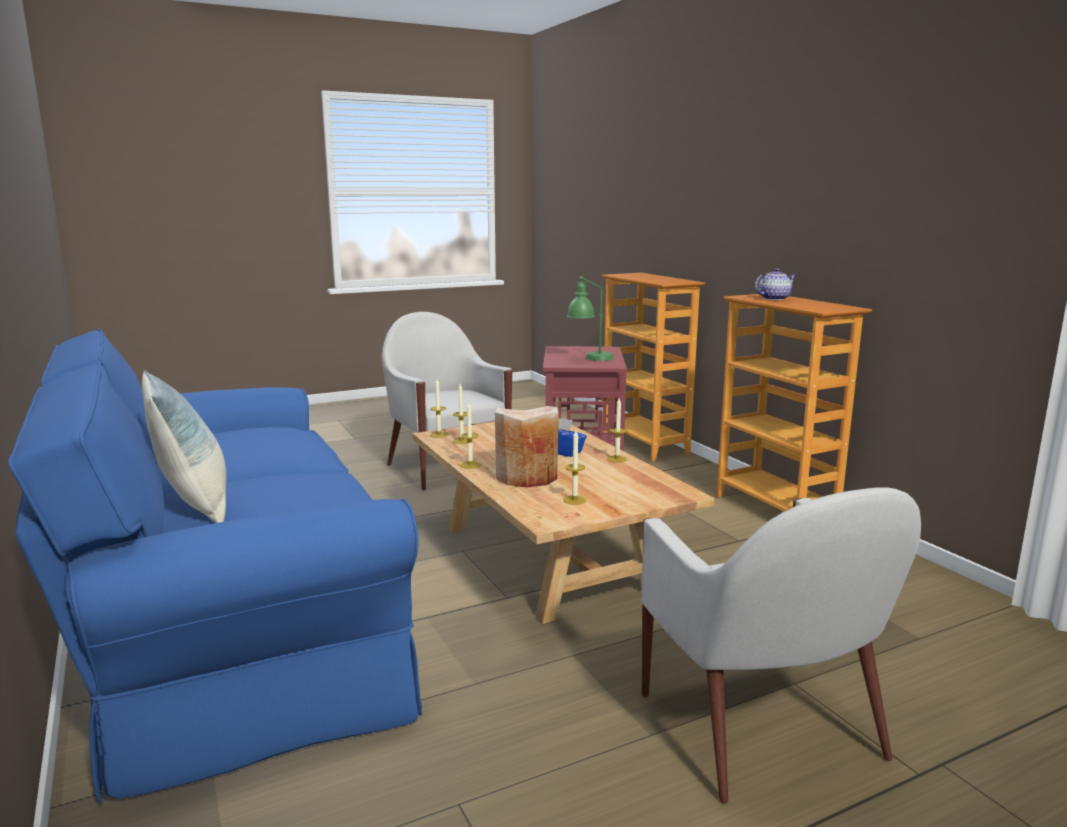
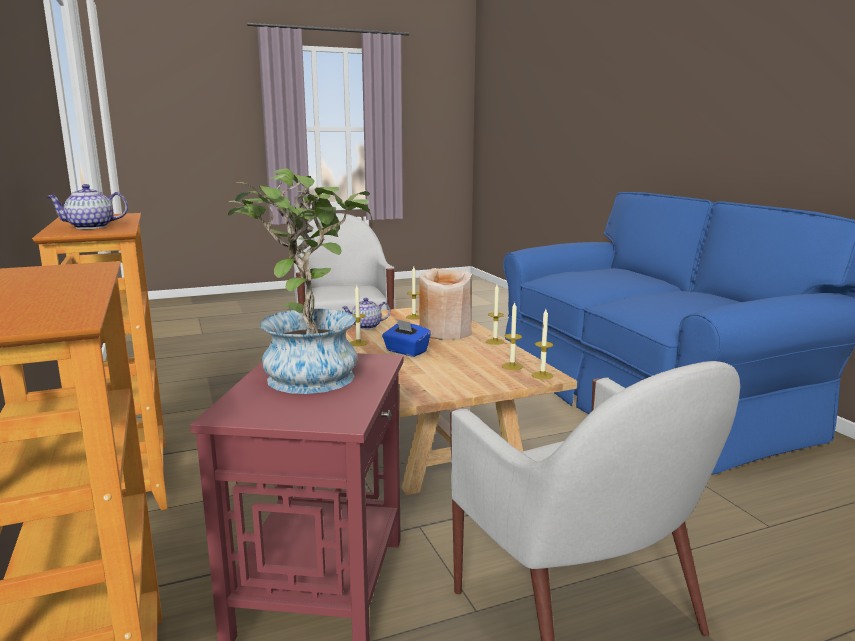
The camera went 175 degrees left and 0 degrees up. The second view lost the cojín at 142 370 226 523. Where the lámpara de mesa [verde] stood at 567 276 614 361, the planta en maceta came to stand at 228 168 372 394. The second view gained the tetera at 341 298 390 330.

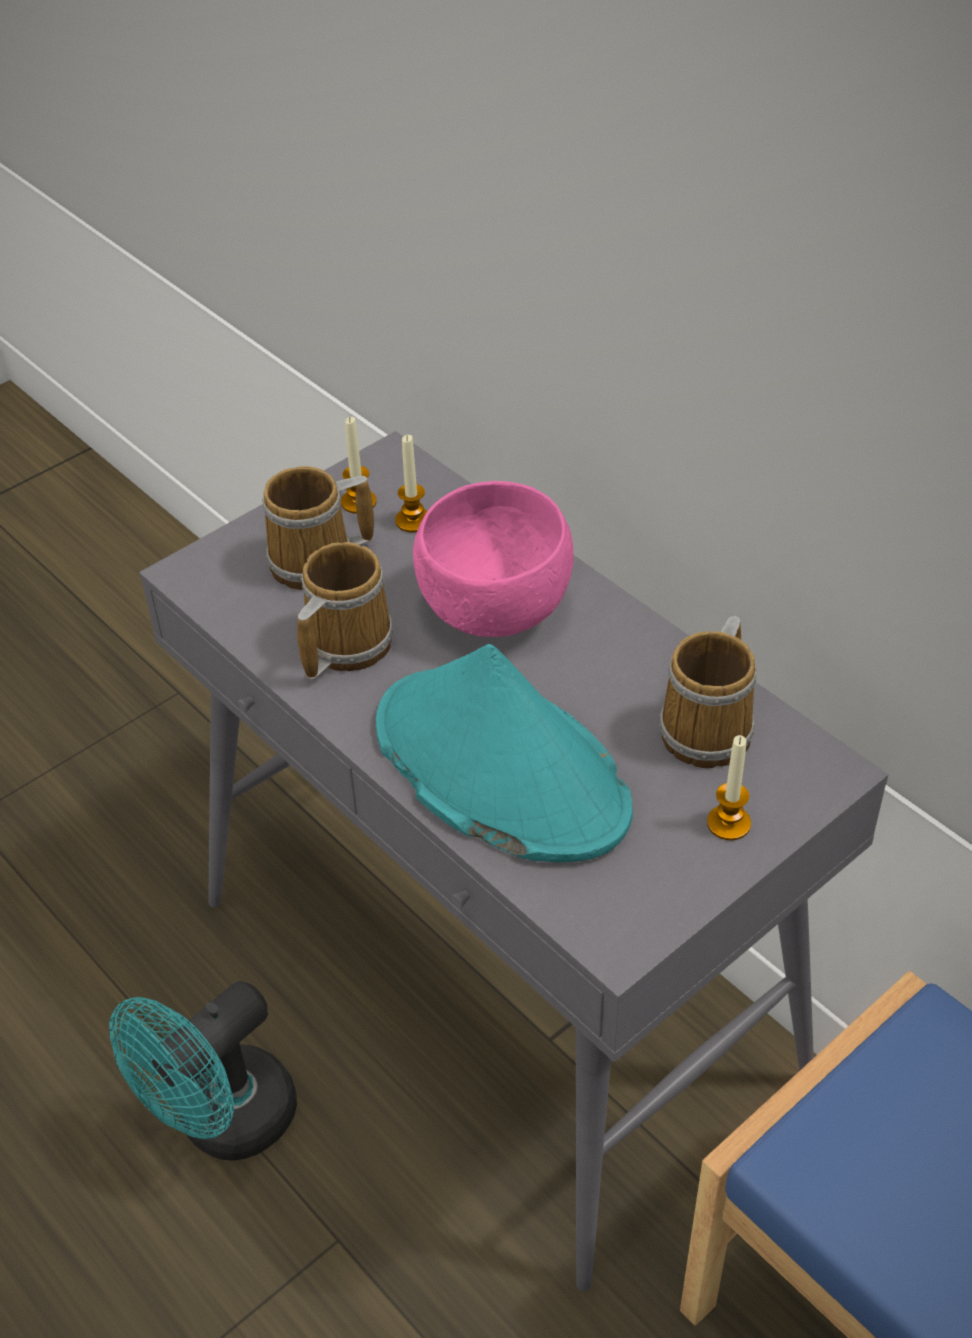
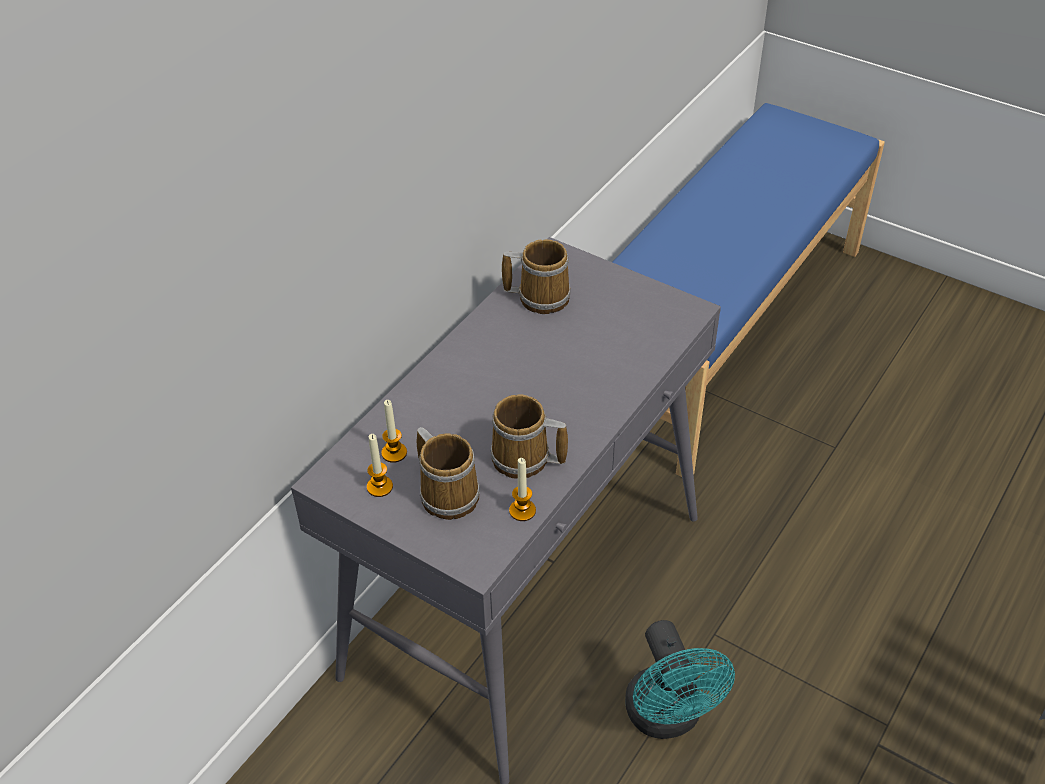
The camera went 105 degrees left and 0 degrees up. The ventilador [turquesa] at 109 981 297 1161 ended up facing another way, 45 degrees clockwise from before. The second view lost the sombrero [turquesa] at 376 644 633 863. The second view lost the cuenco [rosa] at 413 481 574 637. The vela ended up elsewhere, having gone from 707 735 751 840 to 509 458 536 521.

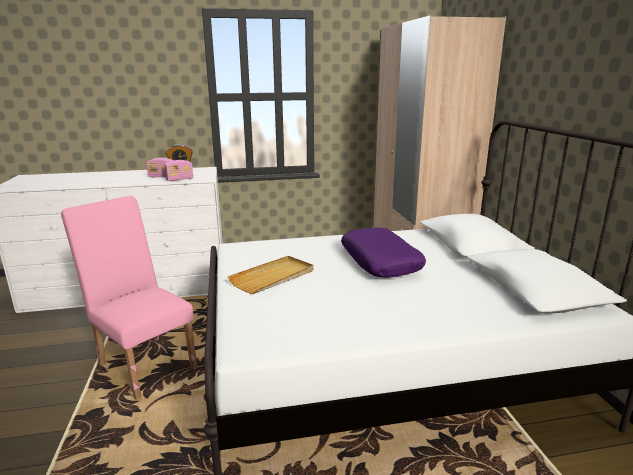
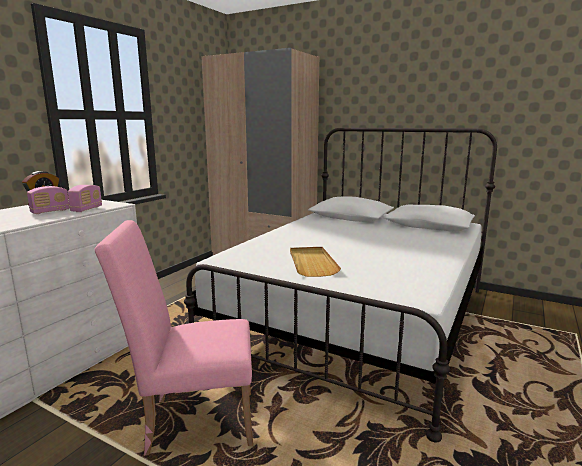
The camera went 50 degrees left and 5 degrees down. The second view lost the cojín [morado] at 341 227 426 278.

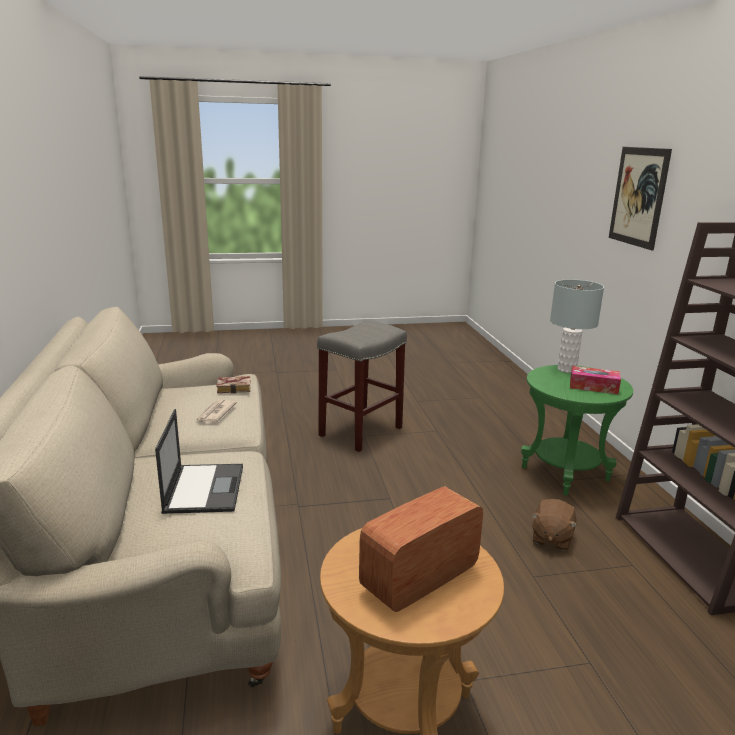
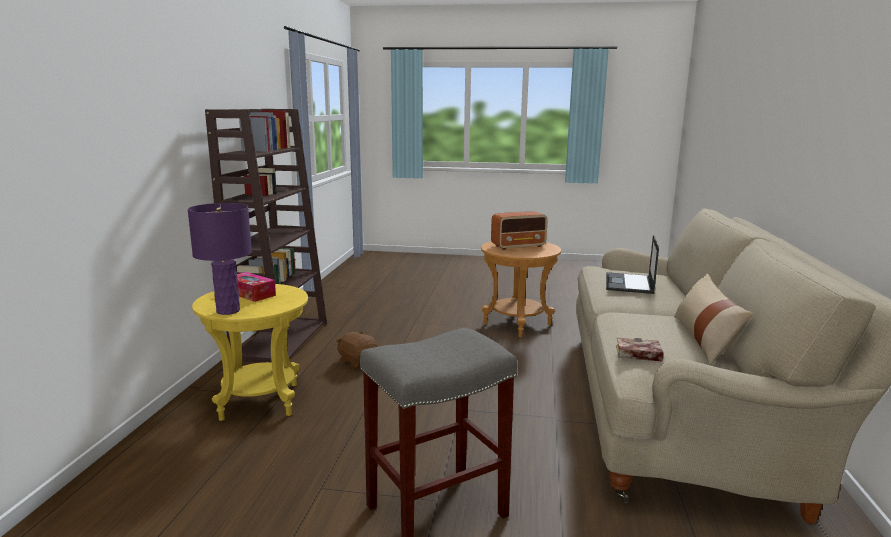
The camera went 160 degrees left and 5 degrees down. The second view lost the periódico at 195 400 237 423. What was the mesa auxiliar [verde] at 521 365 633 496 turned into the mesa auxiliar [amarillo] at 192 284 308 421. The peluche [marrón] at 531 499 578 551 ended up facing another way, 90 degrees counterclockwise from before. What was the lámpara de mesa [gris] at 550 279 604 373 turned into the lámpara de mesa [morado] at 187 203 252 315. The second view lost the cuadro at 609 147 672 250. The second view gained the cojín [beis] at 674 273 753 365.

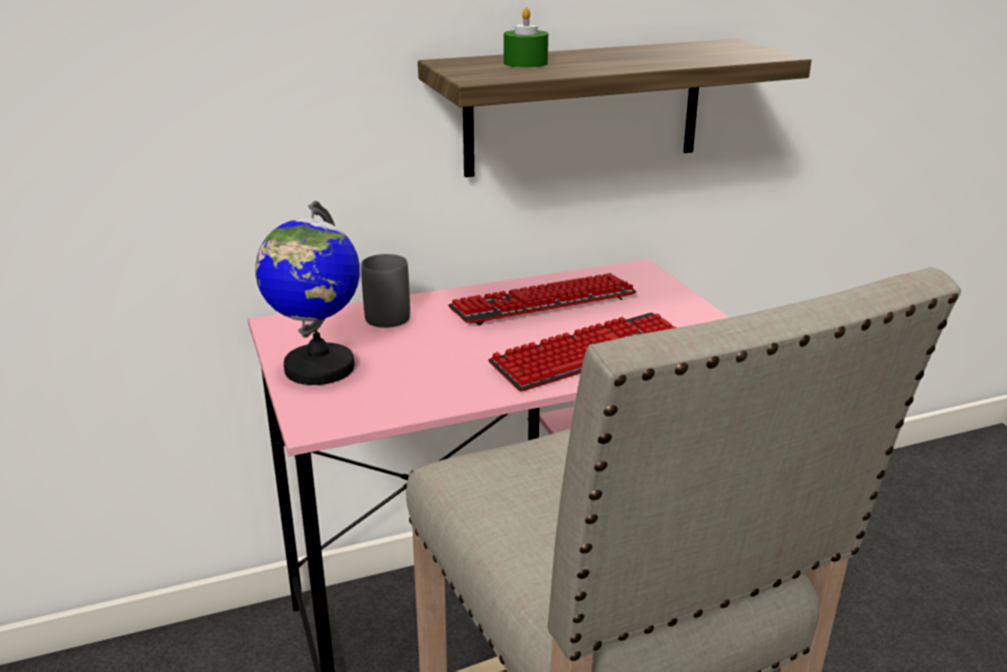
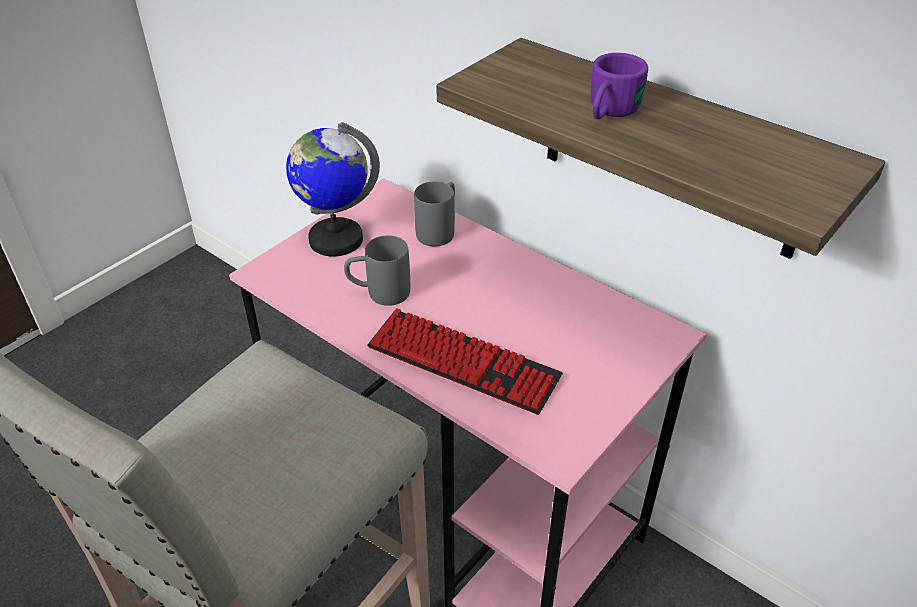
The camera went 60 degrees right and 15 degrees up. The second view lost the teclado at 448 273 637 325. The second view lost the vela [verde] at 504 7 548 68. The second view gained the taza grande [gris] at 344 235 410 306. The second view gained the taza grande [morado] at 591 53 648 119.

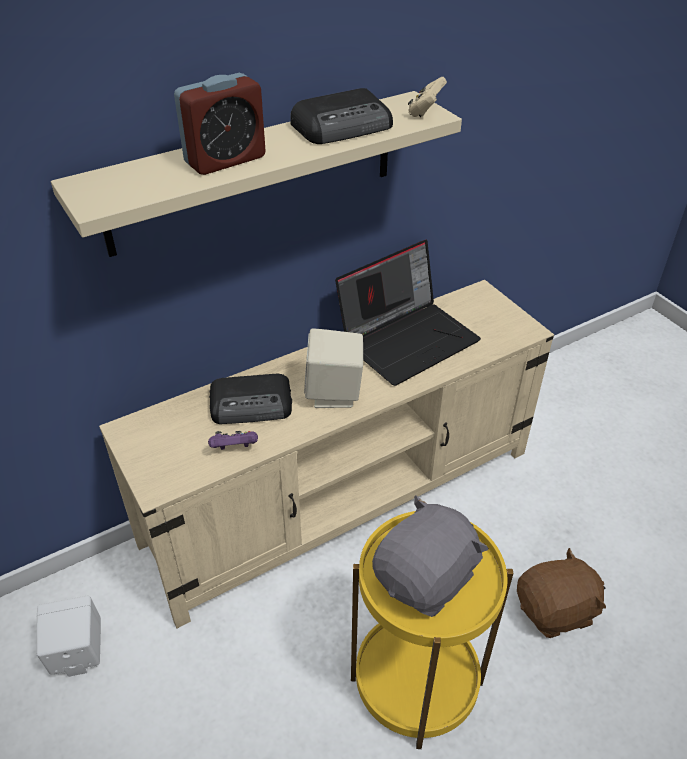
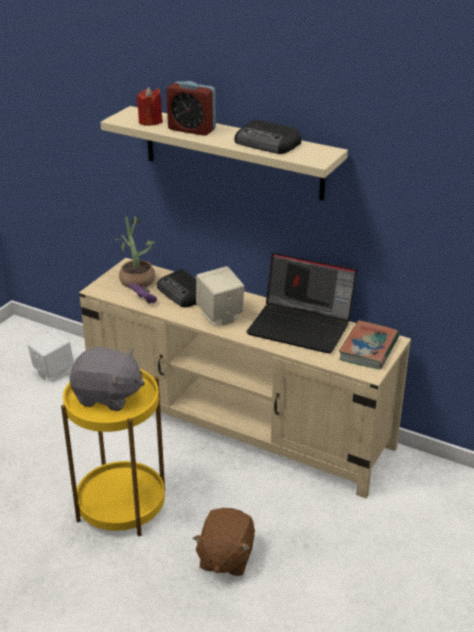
The camera went 60 degrees right and 10 degrees down. The second view lost the mando de consola [beis] at 408 77 447 117. The peluche [marrón] at 517 548 606 638 ended up facing another way, 60 degrees clockwise from before. The second view gained the planta en maceta at 114 217 156 288. The second view gained the vela [rojo] at 137 87 163 126. The second view gained the libro at 339 320 399 370.

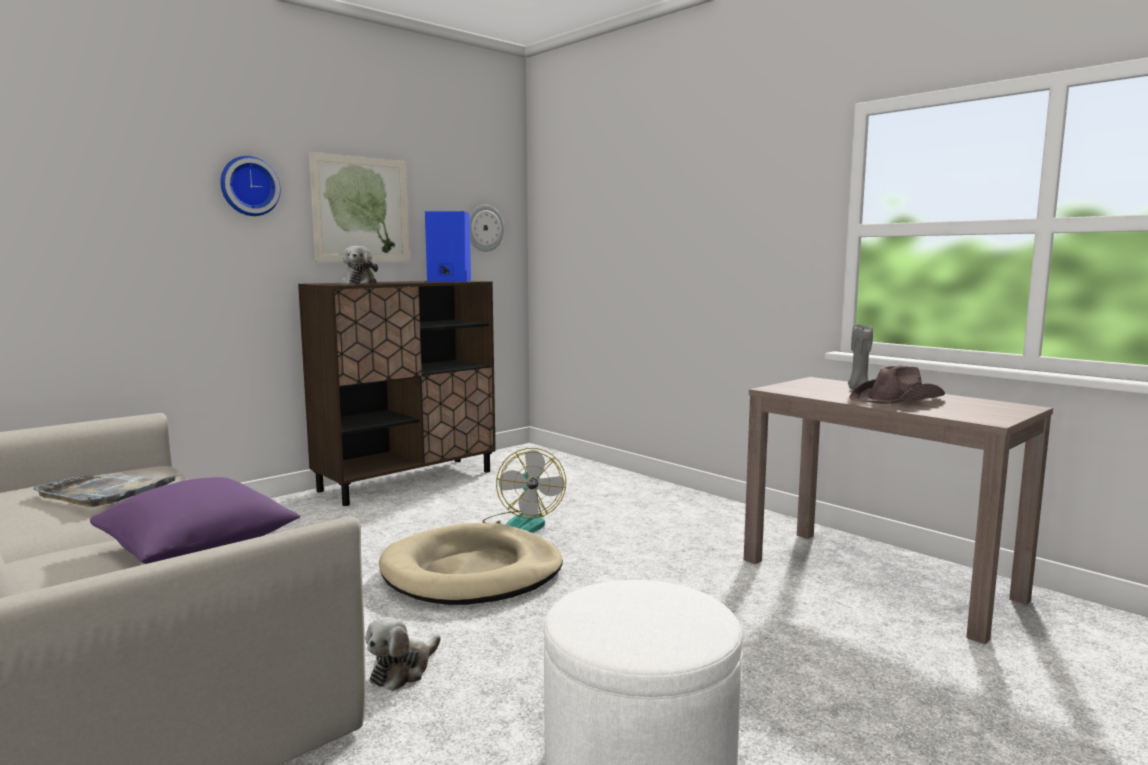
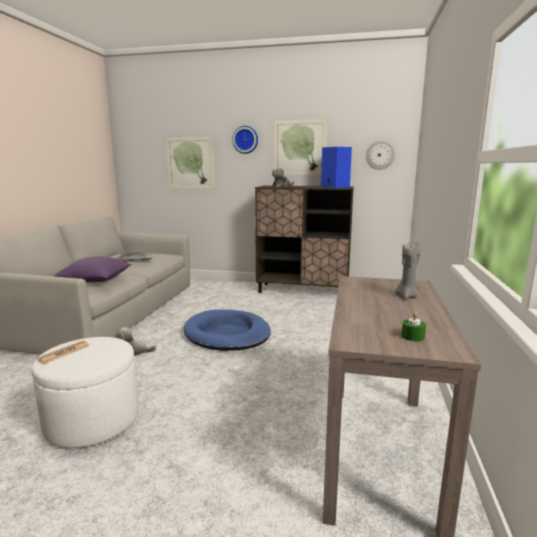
The camera went 55 degrees right and 5 degrees up. What was the cama para perro [beis] at 379 523 563 605 turned into the cama para perro [azul] at 184 310 271 351. The second view lost the ventilador at 482 448 566 533. The second view lost the sombrero [marrón] at 849 365 945 404. The second view gained the periódico at 36 341 90 364. The second view gained the cuadro at 166 137 215 189. The second view gained the vela [verde] at 402 312 426 341.

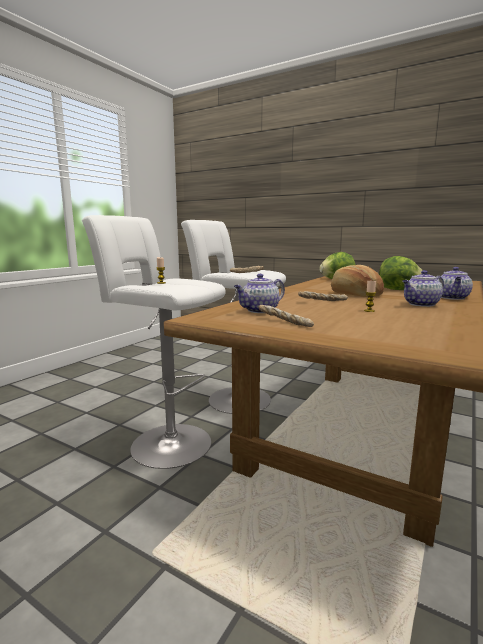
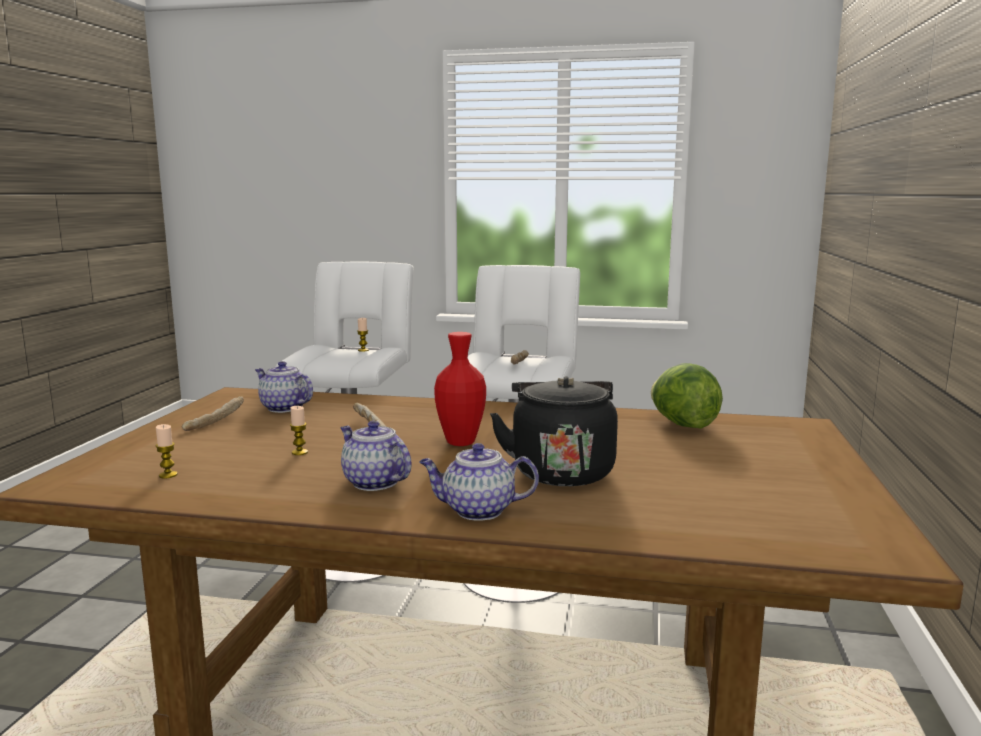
The camera went 70 degrees right and 0 degrees up. Where the pan stood at 331 265 384 297, the florero [rojo] came to stand at 434 332 486 446. Where the lechuga stood at 379 256 423 290, the hervidor [negro] came to stand at 490 376 618 486. The second view gained the vela at 156 424 177 478.

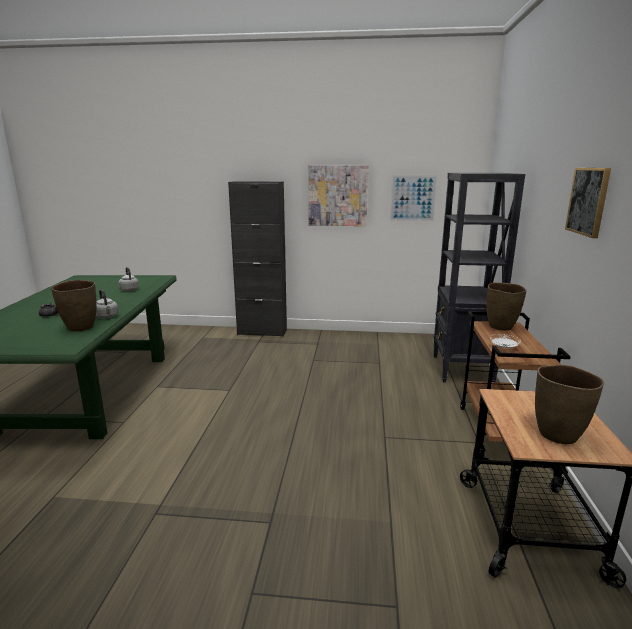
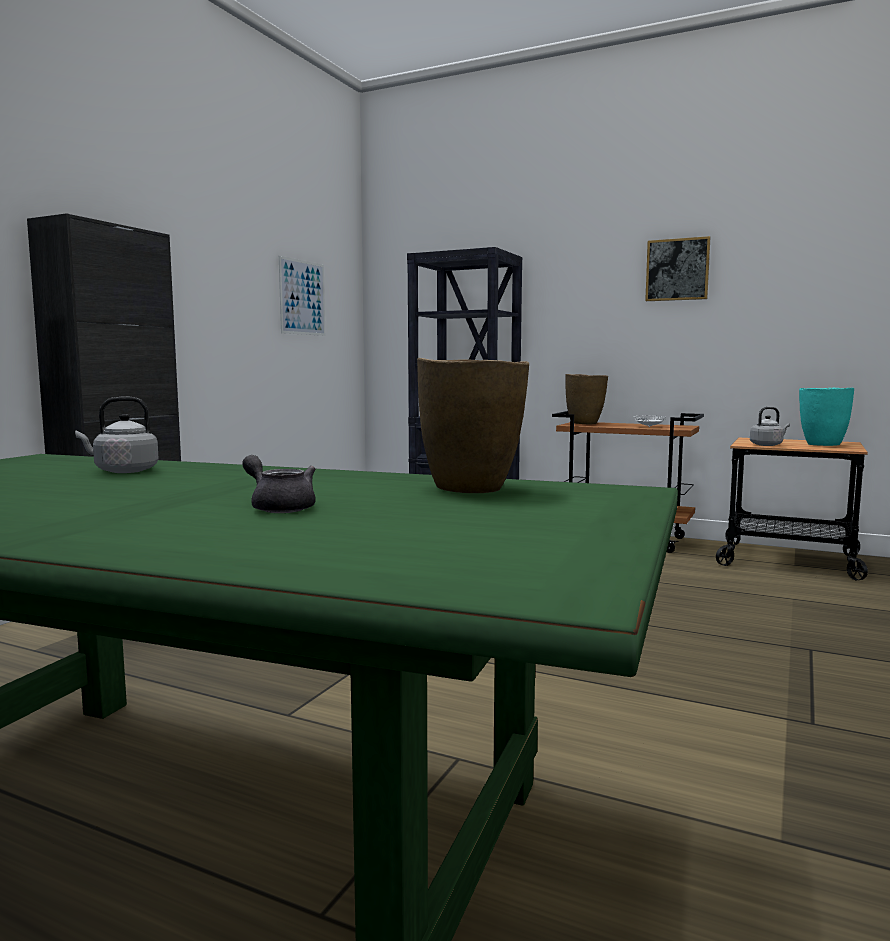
The camera went 70 degrees left and 10 degrees down. The hervidor [gris] ended up elsewhere, having gone from 96 289 119 318 to 750 407 790 446. The second view lost the cuadro at 308 165 368 226. What was the florero [marrón] at 535 365 604 444 turned into the florero [turquesa] at 799 388 854 446.

